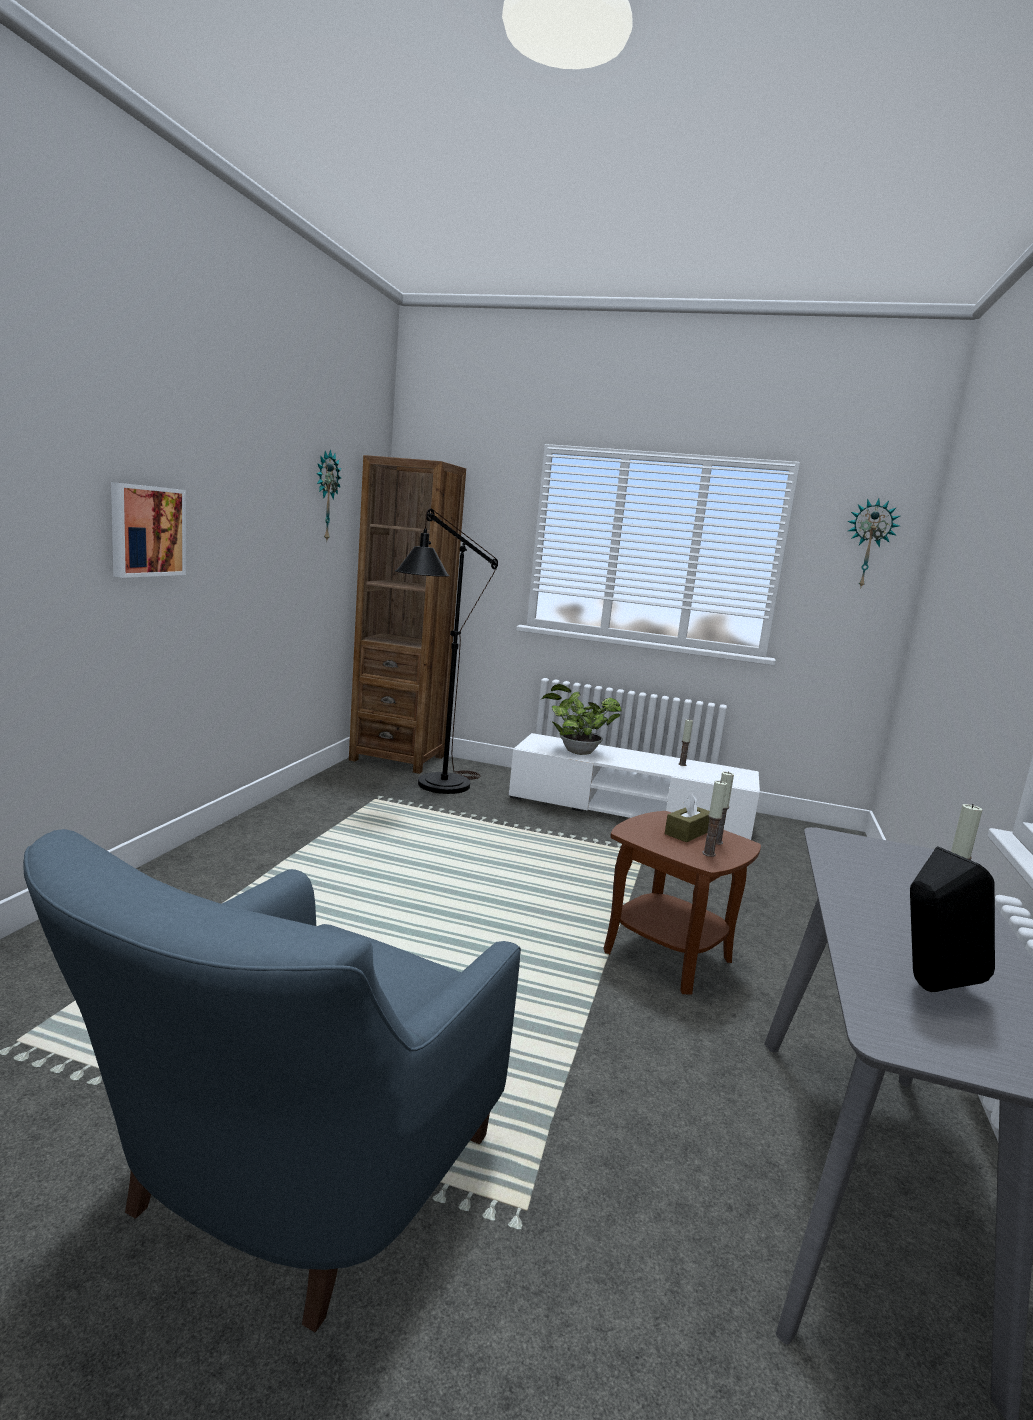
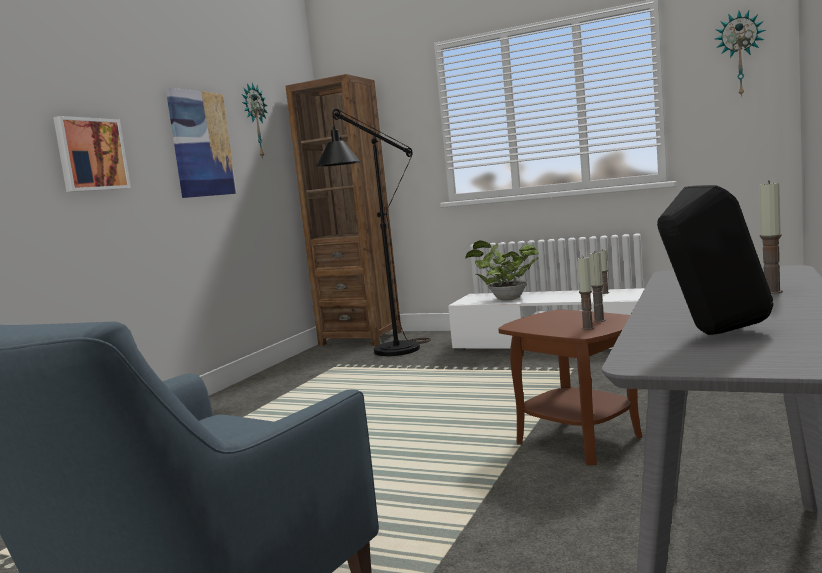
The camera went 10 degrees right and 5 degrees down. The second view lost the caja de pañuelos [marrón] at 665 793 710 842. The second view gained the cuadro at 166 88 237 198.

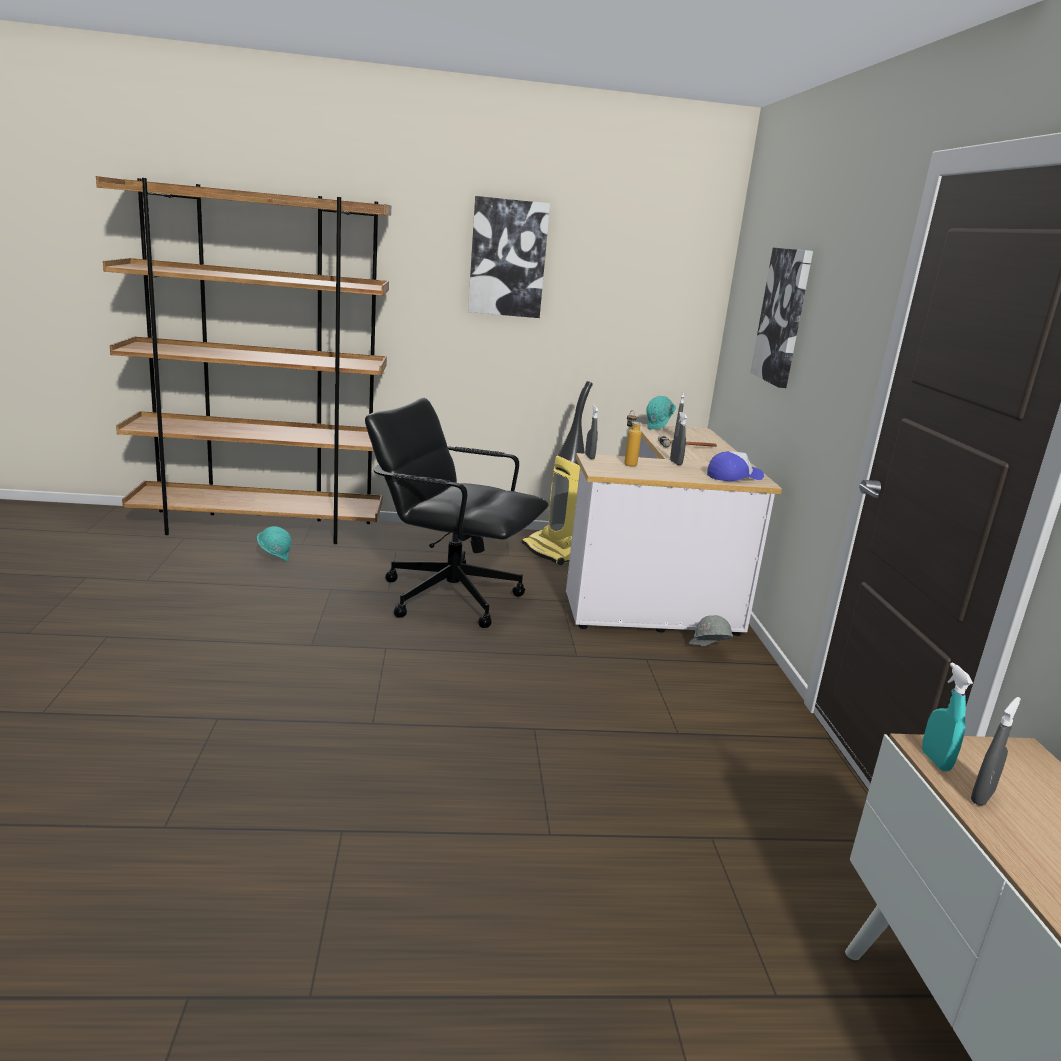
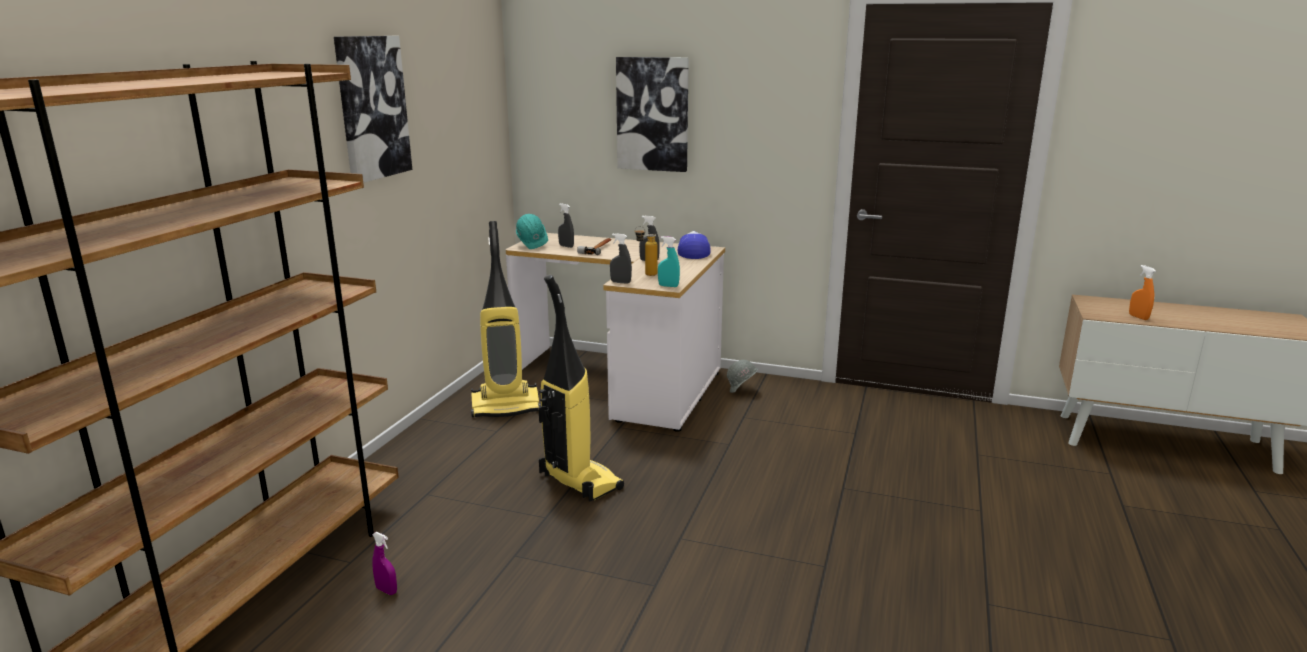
The camera went 65 degrees left and 0 degrees up. Where the casco [turquesa] stood at 257 526 292 561, the pulverizador [morado] came to stand at 372 532 397 595. Where the silla de oficina [negro] stood at 365 398 548 628, the aspiradora came to stand at 538 274 624 502. The pulverizador [turquesa] ended up elsewhere, having gone from 922 663 973 771 to 658 236 680 287. What was the pulverizador [gris] at 971 697 1021 806 turned into the pulverizador [naranja] at 1129 265 1156 320.

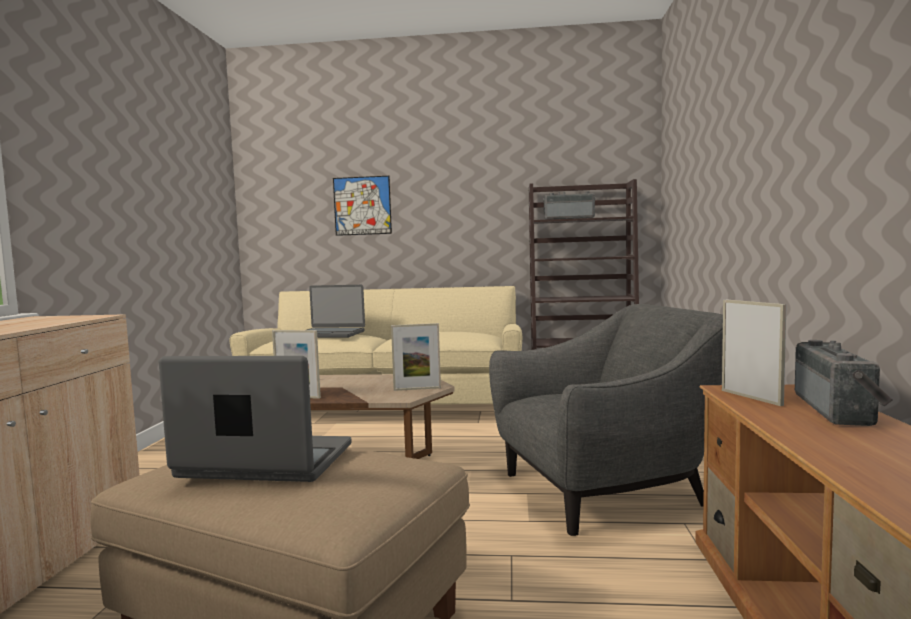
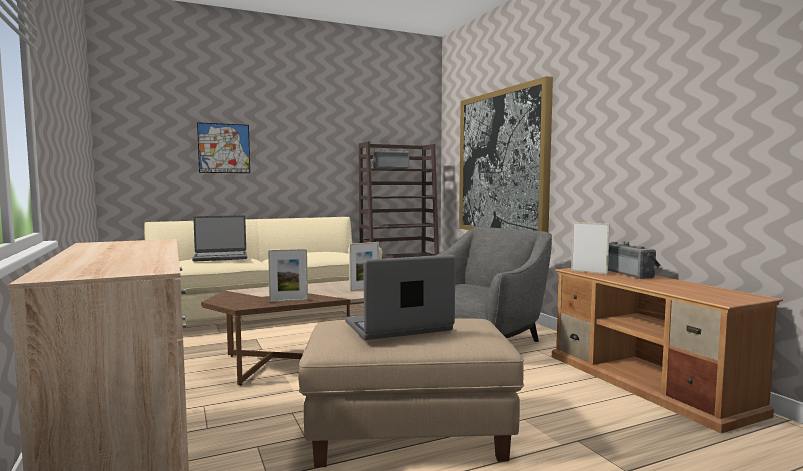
The camera went 30 degrees left and 0 degrees up. The second view gained the cuadro at 459 76 553 233.

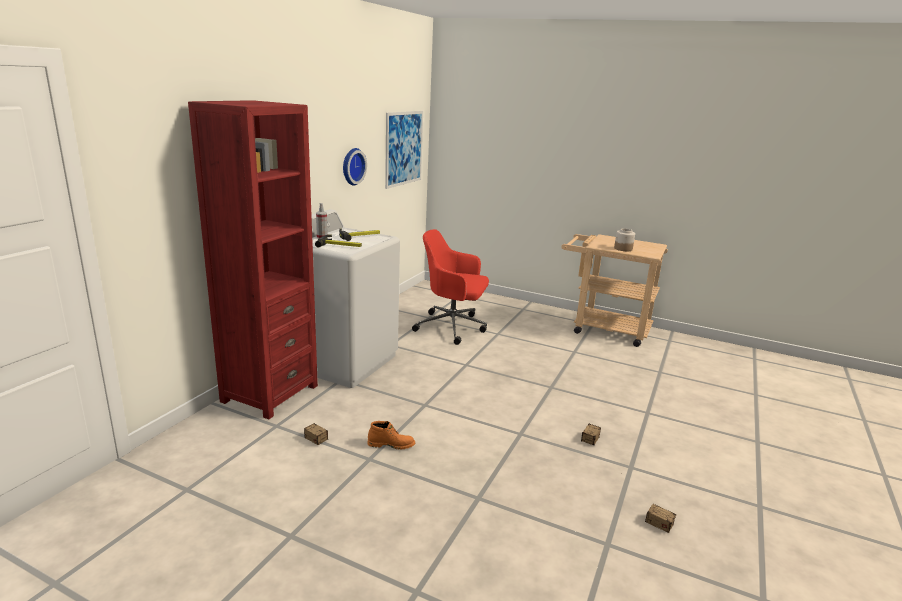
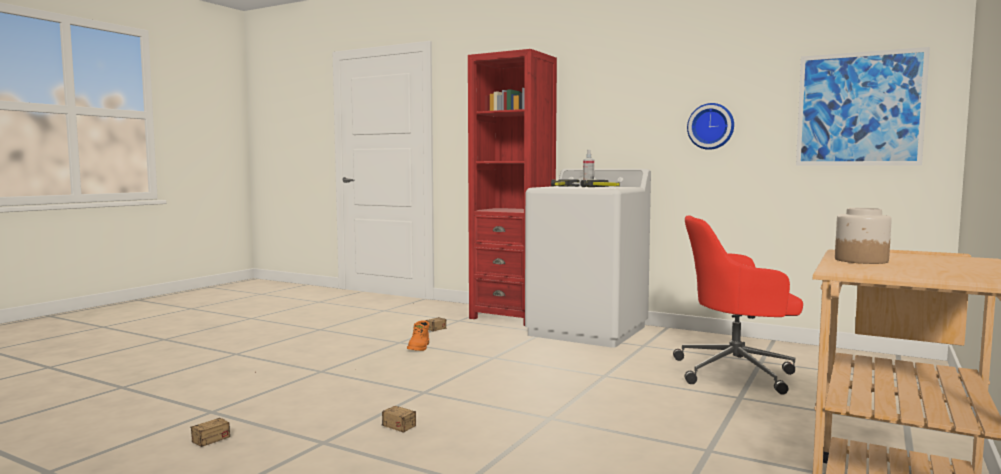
The camera went 95 degrees right and 15 degrees down. The silla de oficina [rojo] at 412 229 489 345 ended up facing another way, 105 degrees counterclockwise from before.

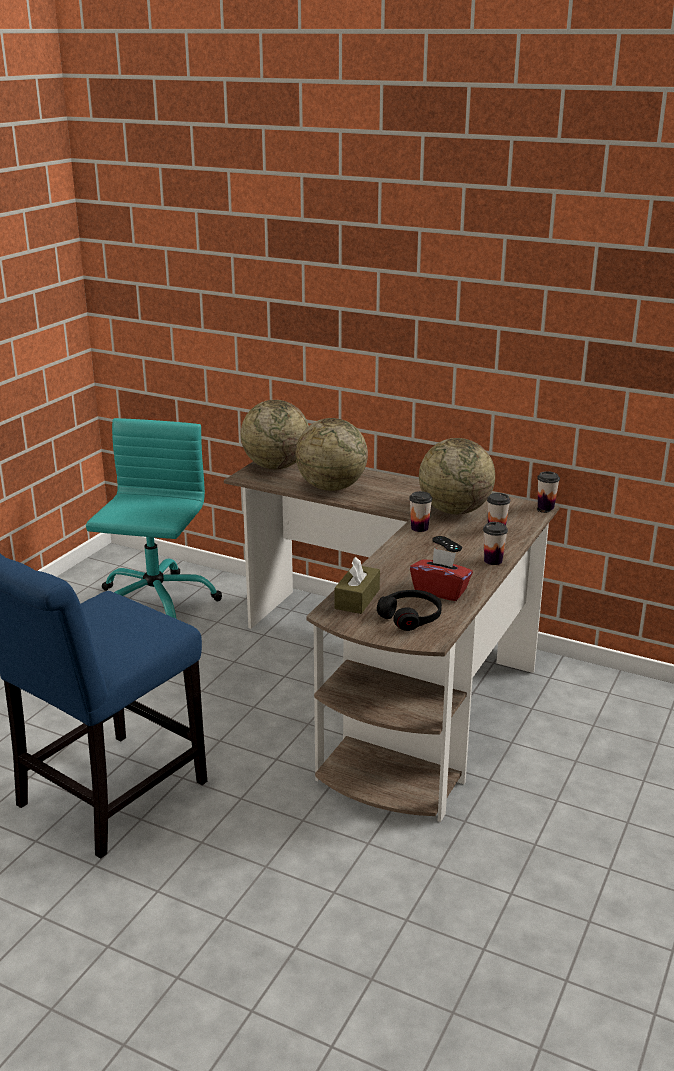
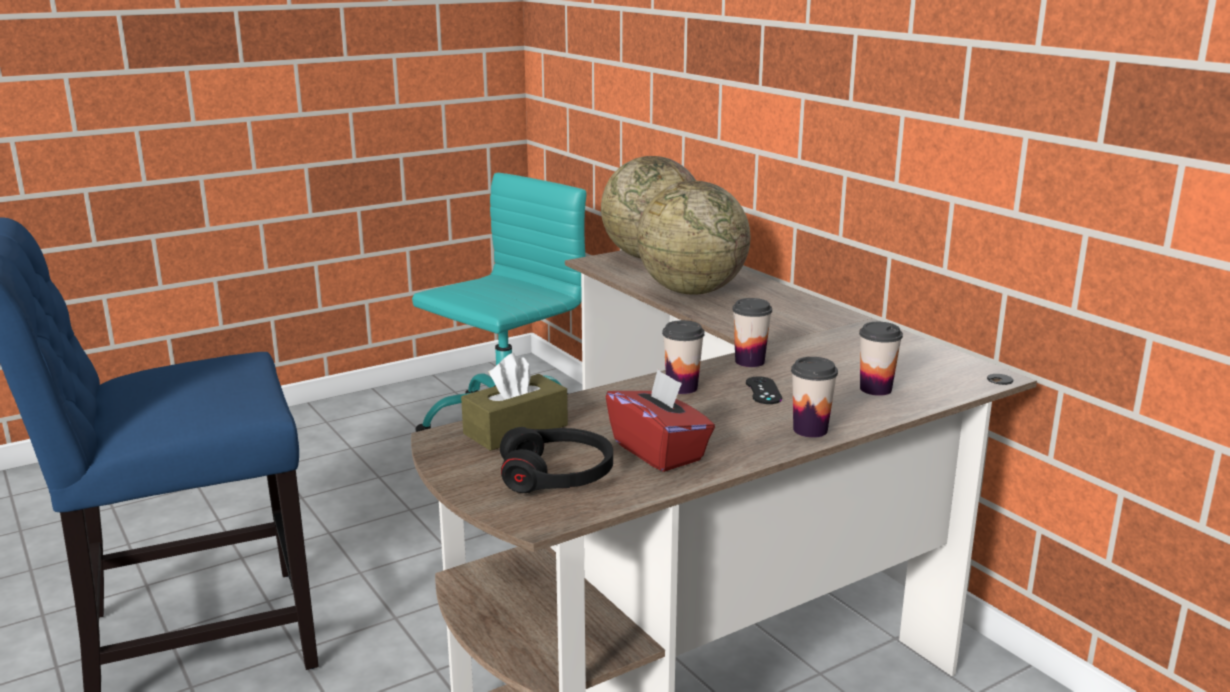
The camera went 30 degrees right and 5 degrees down. The second view lost the globo terráqueo at 419 438 495 514. The taza ended up elsewhere, having gone from 537 471 560 510 to 662 320 705 394.

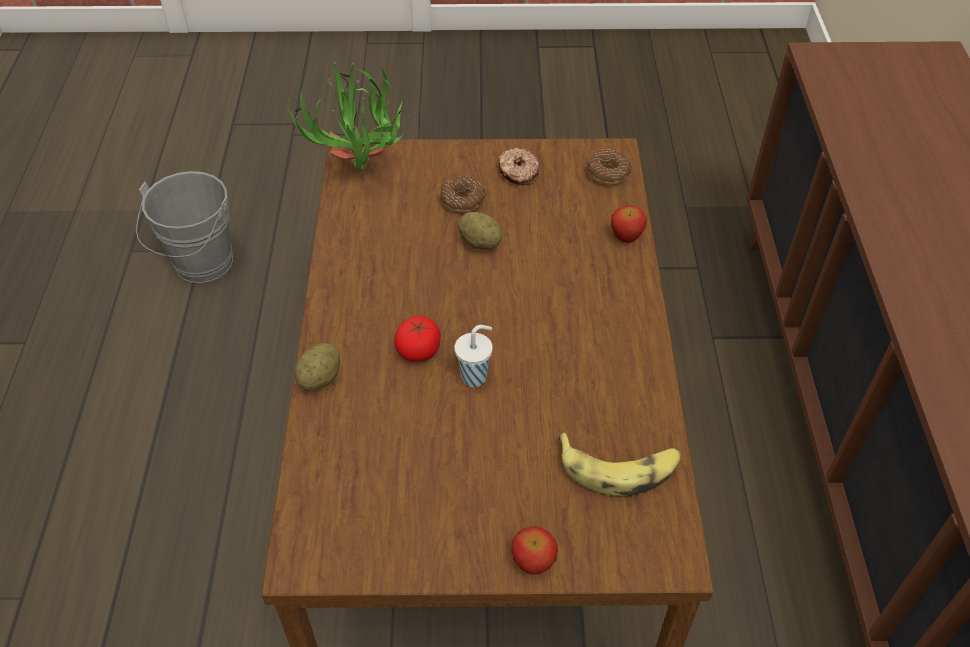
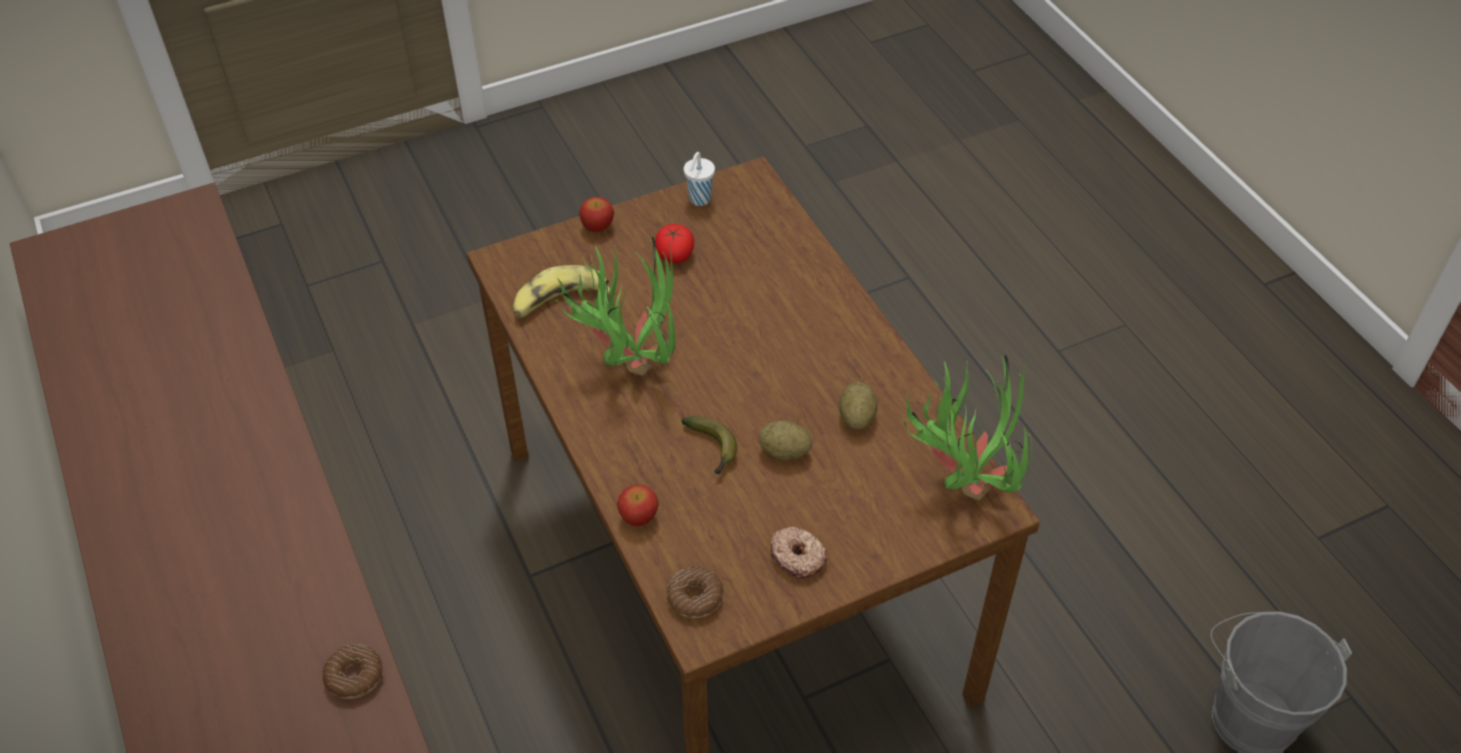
The camera went 155 degrees right and 0 degrees up. The patata ended up elsewhere, having gone from 295 343 340 390 to 839 382 878 429. The tomate ended up elsewhere, having gone from 394 316 441 362 to 655 224 694 263. The rosquilla ended up elsewhere, having gone from 440 176 485 213 to 322 644 383 699. The taza [blanco] ended up elsewhere, having gone from 454 325 493 387 to 684 152 715 206. The second view gained the planta en maceta at 554 237 676 376. The second view gained the plátano at 681 416 737 475.

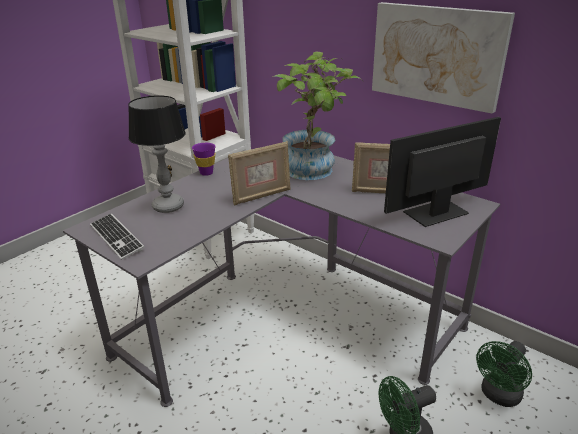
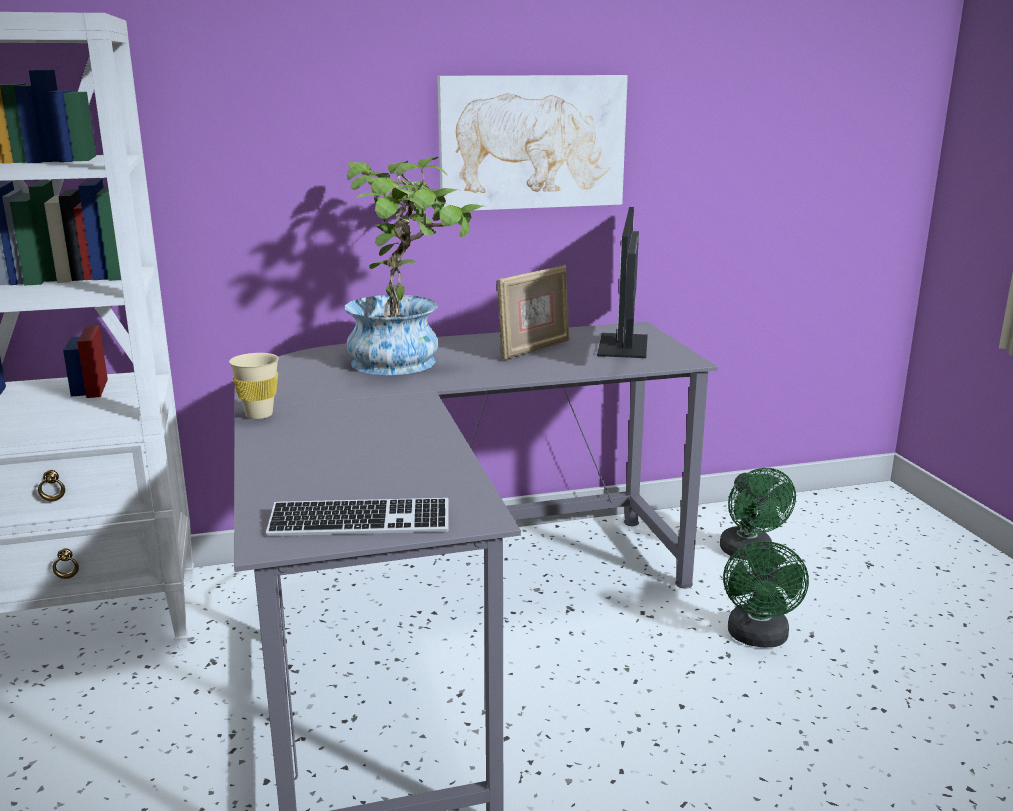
The camera went 55 degrees left and 10 degrees down. The second view lost the lámpara de mesa at 128 95 186 213. What was the taza [morado] at 192 143 216 176 turned into the taza [beis] at 229 353 279 419. The second view lost the portarretratos at 228 141 291 206.

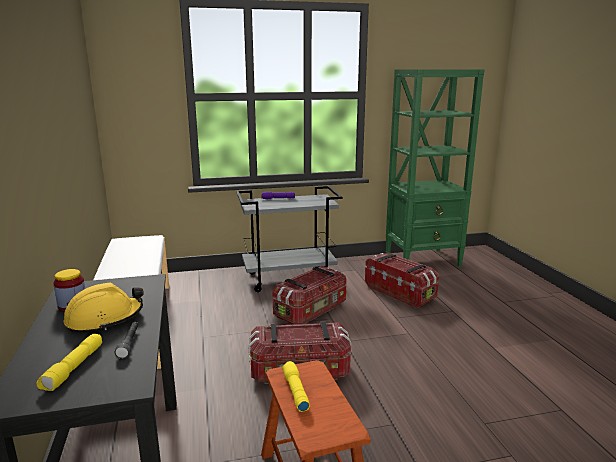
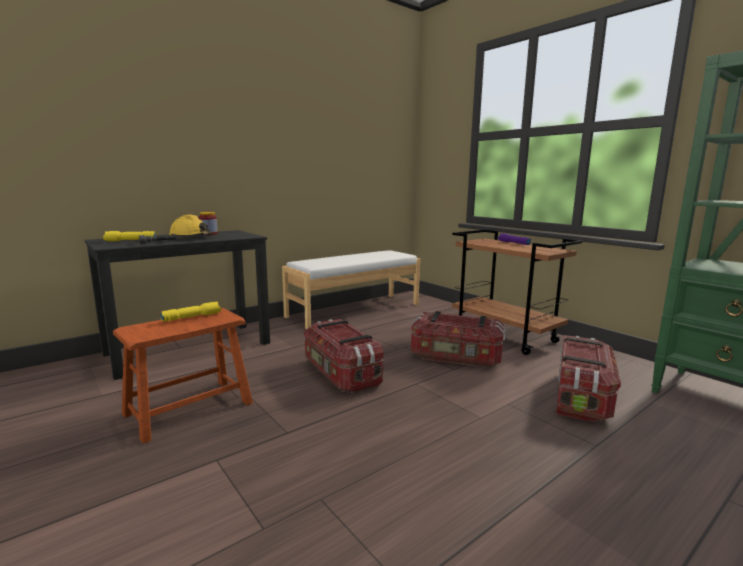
The camera went 65 degrees right and 5 degrees down. What was the carrito [gris] at 236 186 342 292 turned into the carrito [marrón] at 452 230 582 355.

